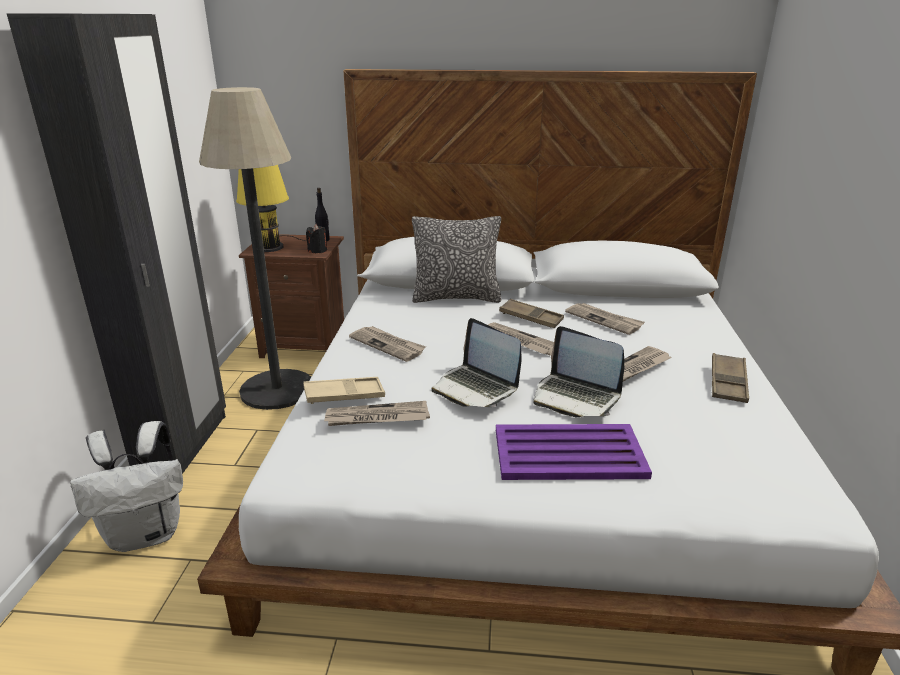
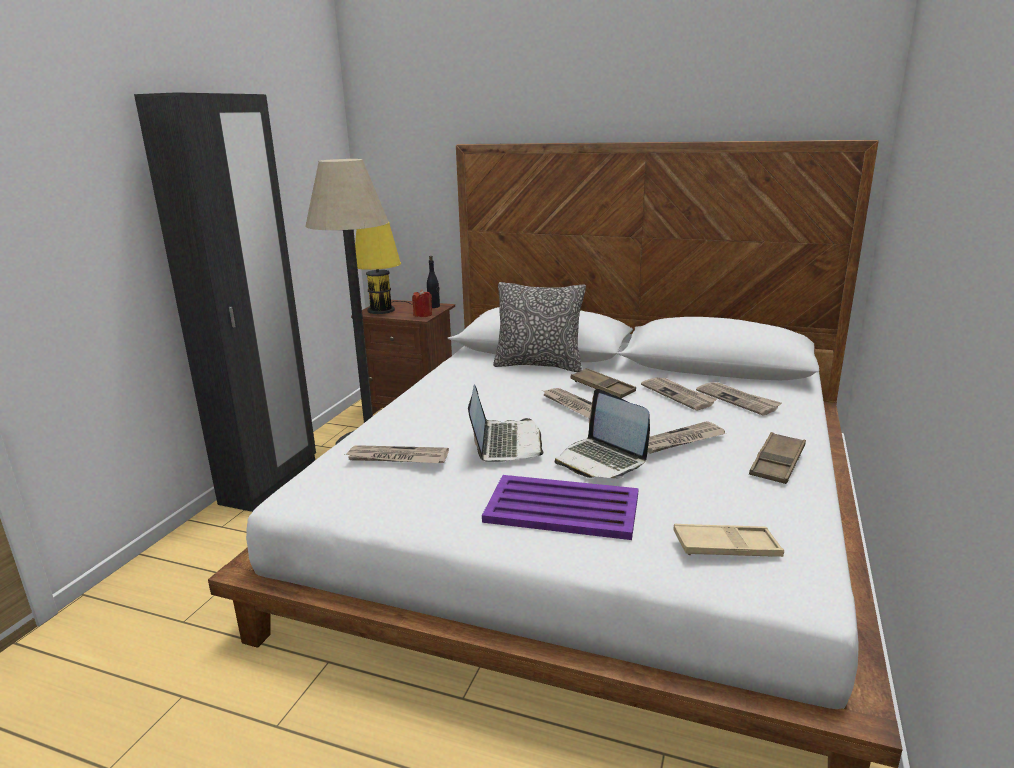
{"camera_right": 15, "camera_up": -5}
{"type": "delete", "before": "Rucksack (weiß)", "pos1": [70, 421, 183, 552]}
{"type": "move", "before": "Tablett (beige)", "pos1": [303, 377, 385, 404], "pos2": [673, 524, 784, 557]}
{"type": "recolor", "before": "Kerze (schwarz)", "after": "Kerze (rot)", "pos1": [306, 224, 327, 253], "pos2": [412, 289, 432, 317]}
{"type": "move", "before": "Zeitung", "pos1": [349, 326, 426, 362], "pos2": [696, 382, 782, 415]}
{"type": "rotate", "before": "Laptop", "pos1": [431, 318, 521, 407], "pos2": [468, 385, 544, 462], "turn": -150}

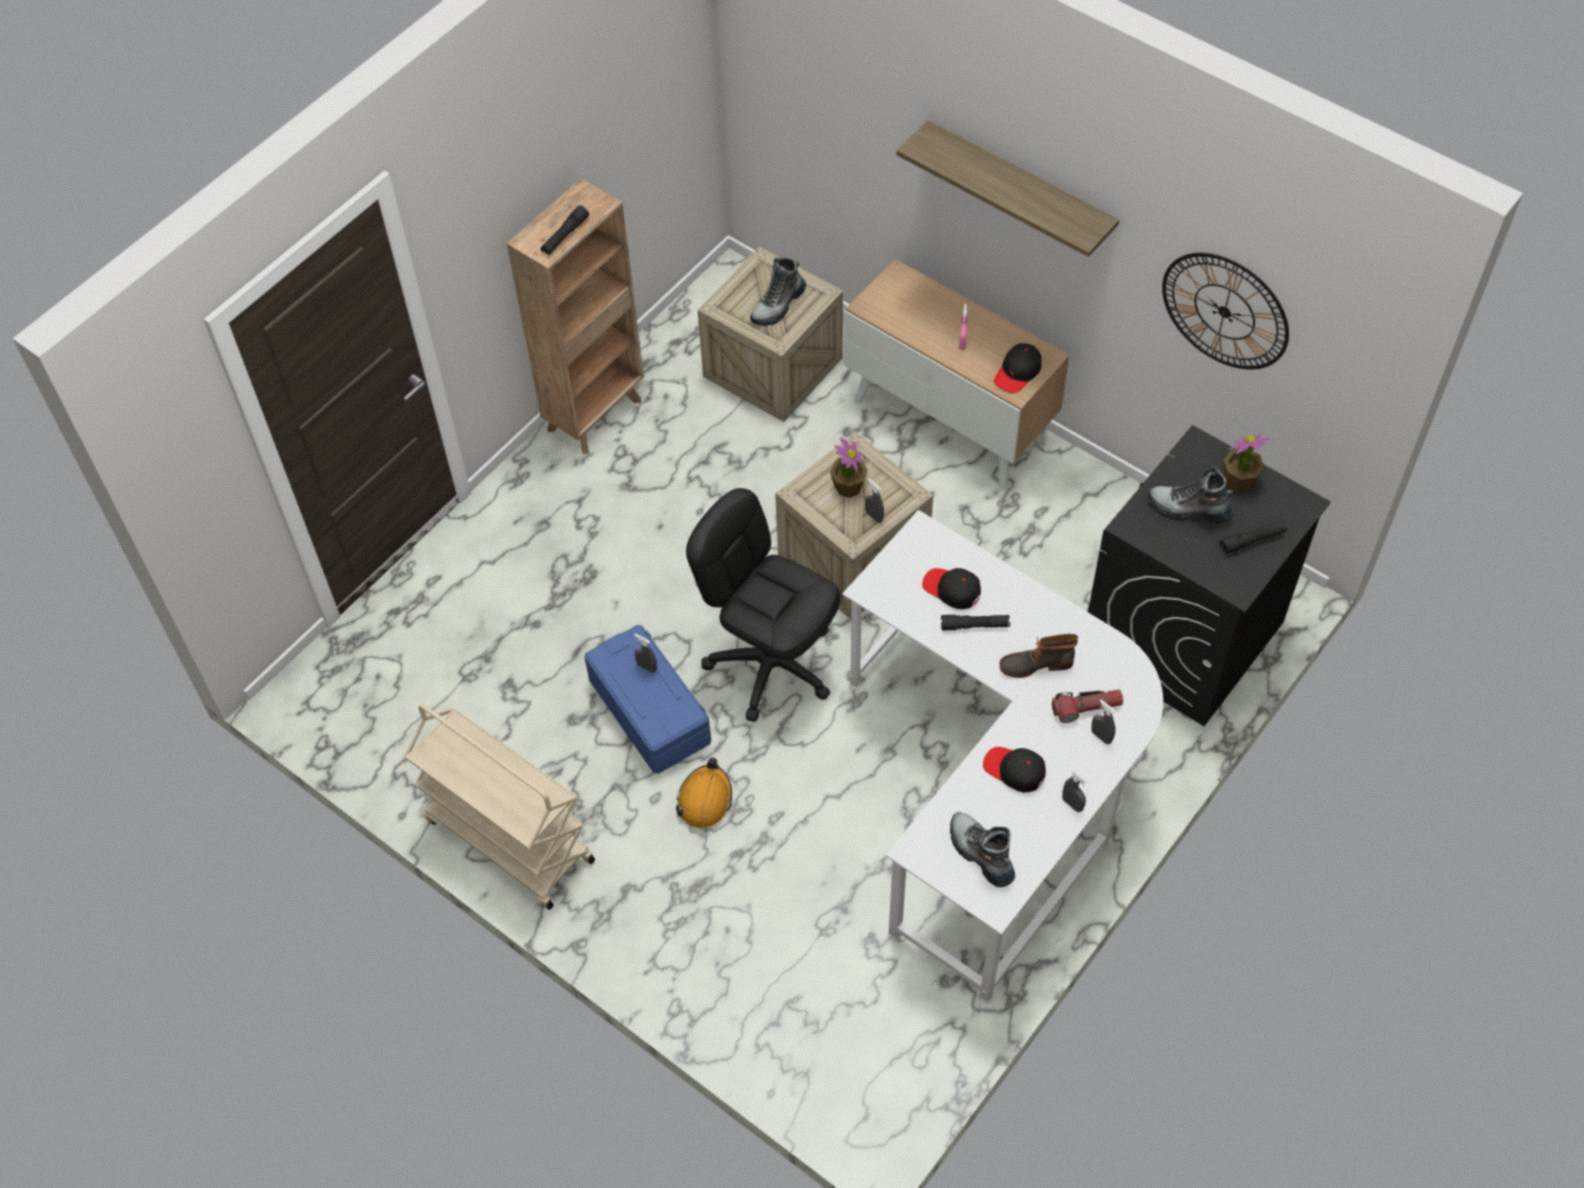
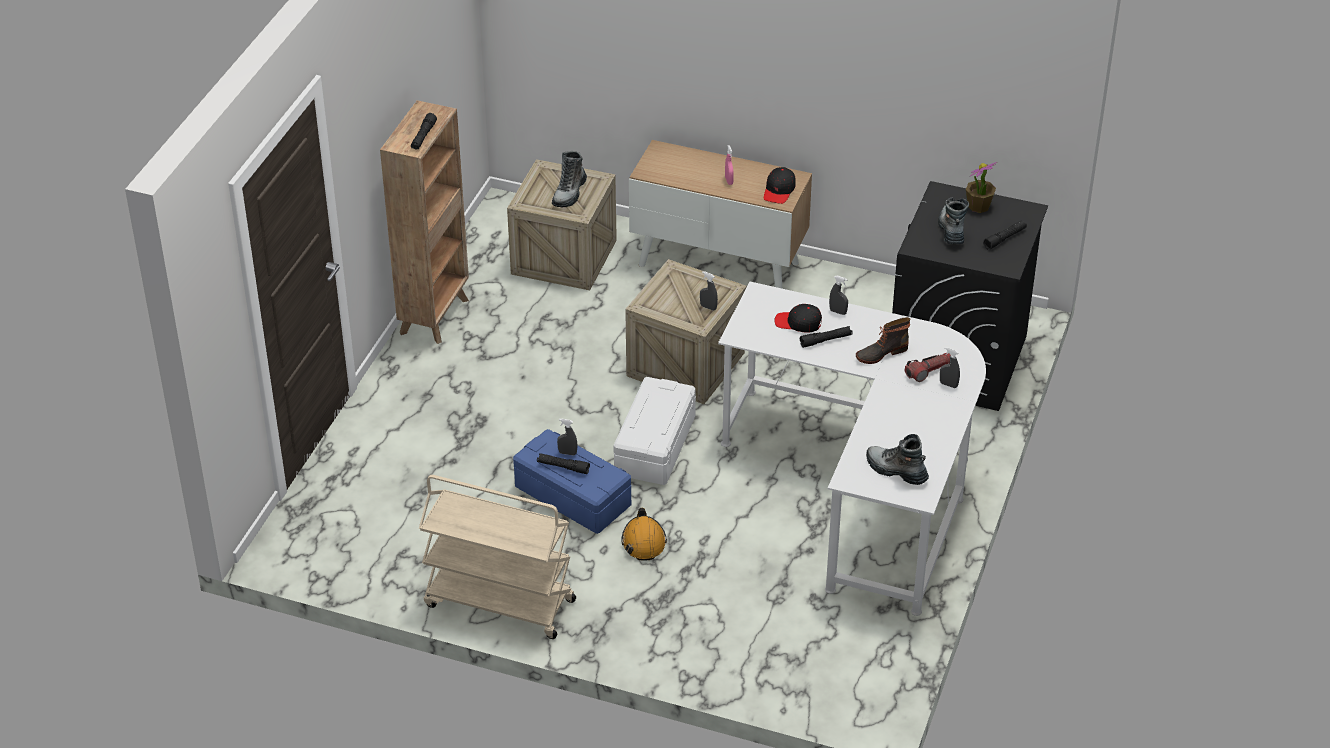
{"camera_right": -20, "camera_up": -15}
{"type": "replace", "before": "Bürostuhl (schwarz)", "after": "Aufbewahrungsbox (weiß)", "pos1": [686, 488, 840, 722], "pos2": [613, 377, 696, 485]}
{"type": "delete", "before": "Topfpflanze", "pos1": [830, 438, 868, 498]}
{"type": "delete", "before": "Wandregal", "pos1": [896, 120, 1119, 257]}
{"type": "delete", "before": "Kappe (schwarz)", "pos1": [983, 747, 1046, 792]}
{"type": "move", "before": "Sprühflasche (grau)", "pos1": [1062, 769, 1087, 812], "pos2": [829, 275, 848, 315]}
{"type": "rotate", "before": "Stiefel", "pos1": [1148, 467, 1233, 524], "pos2": [938, 197, 969, 244], "turn": 90}
{"type": "delete", "before": "Wanduhr", "pos1": [1162, 253, 1289, 369]}
{"type": "insert", "after": "Taschenlampe (schwarz)", "pos2": [537, 453, 590, 474]}

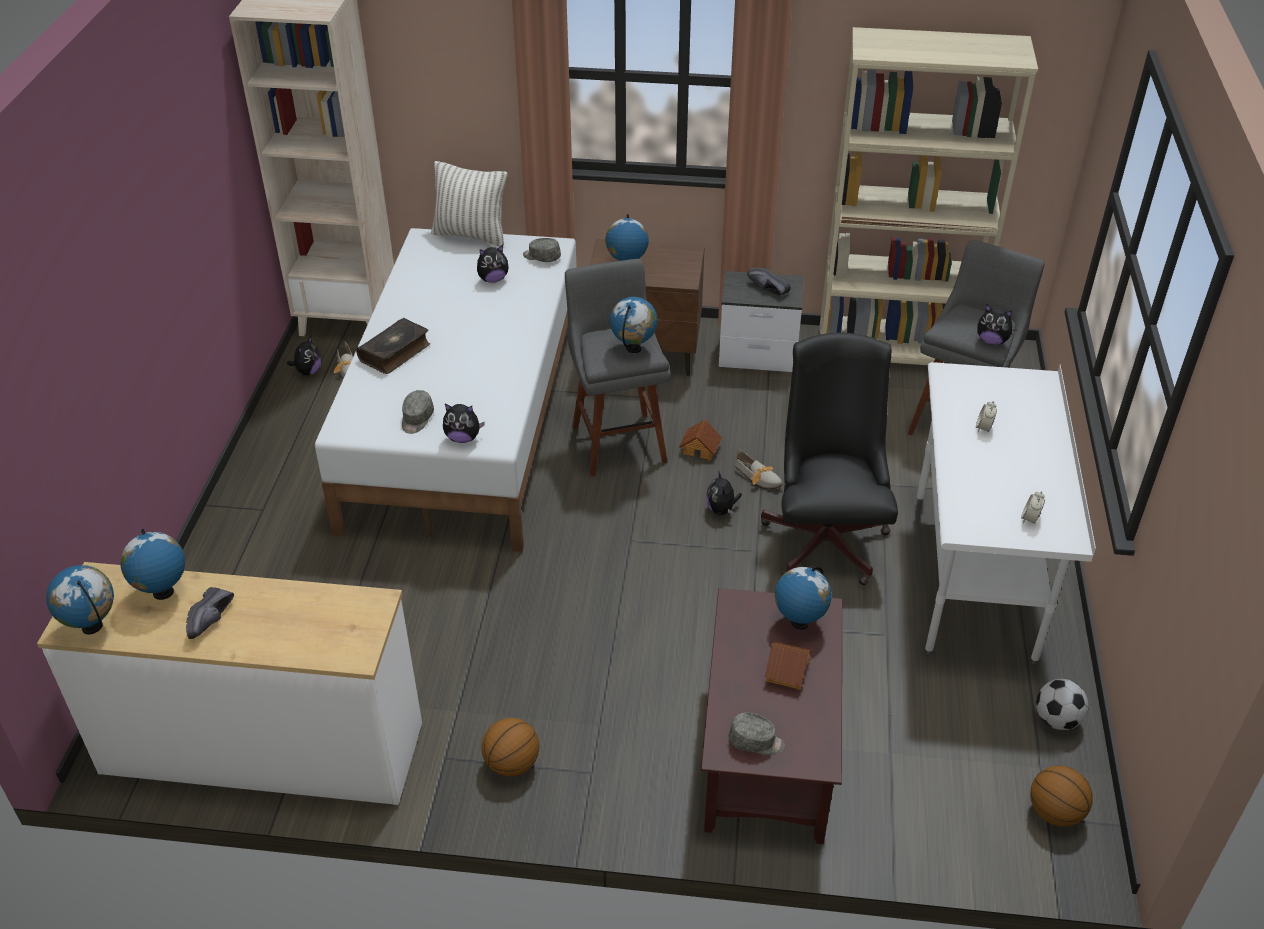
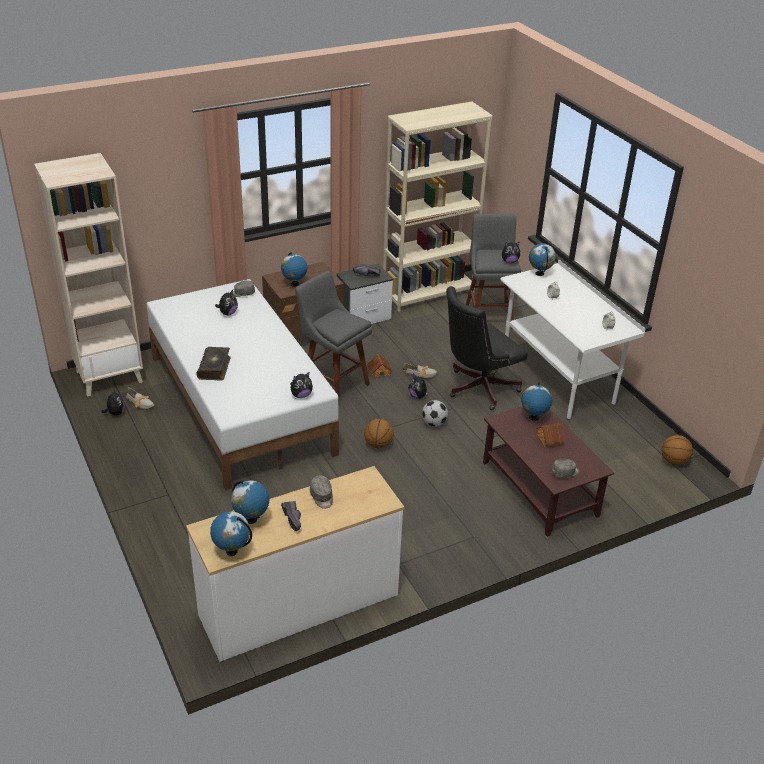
{"camera_right": -35, "camera_up": -5}
{"type": "move", "before": "Kappe (grau)", "pos1": [402, 390, 434, 434], "pos2": [310, 476, 333, 509]}
{"type": "delete", "before": "Kissen", "pos1": [431, 161, 507, 246]}
{"type": "move", "before": "Basketball", "pos1": [482, 718, 539, 777], "pos2": [364, 419, 394, 448]}
{"type": "move", "before": "Globus", "pos1": [610, 297, 658, 353], "pos2": [529, 243, 556, 276]}
{"type": "rotate", "before": "Bürostuhl (schwarz)", "pos1": [761, 332, 898, 585], "pos2": [446, 286, 527, 410], "turn": -90}
{"type": "move", "before": "Fußball", "pos1": [1036, 679, 1088, 730], "pos2": [422, 400, 448, 426]}

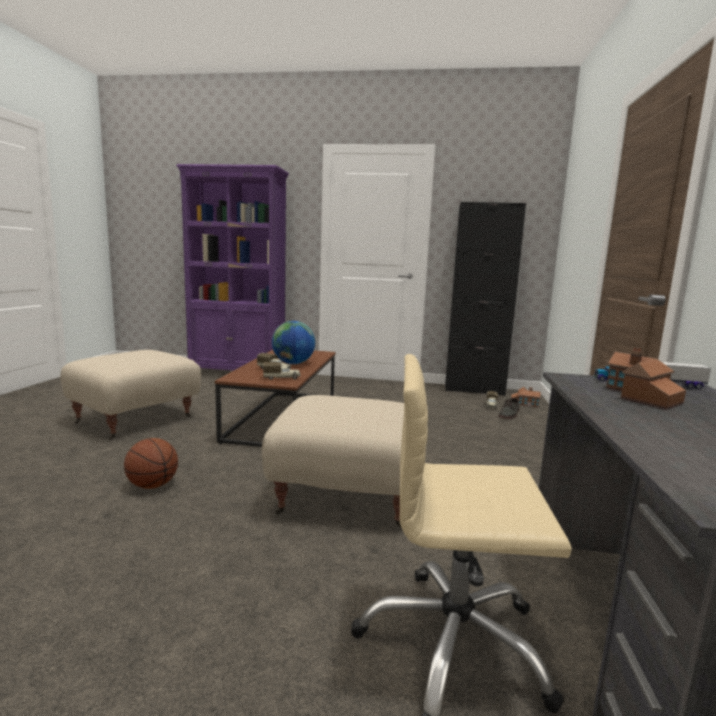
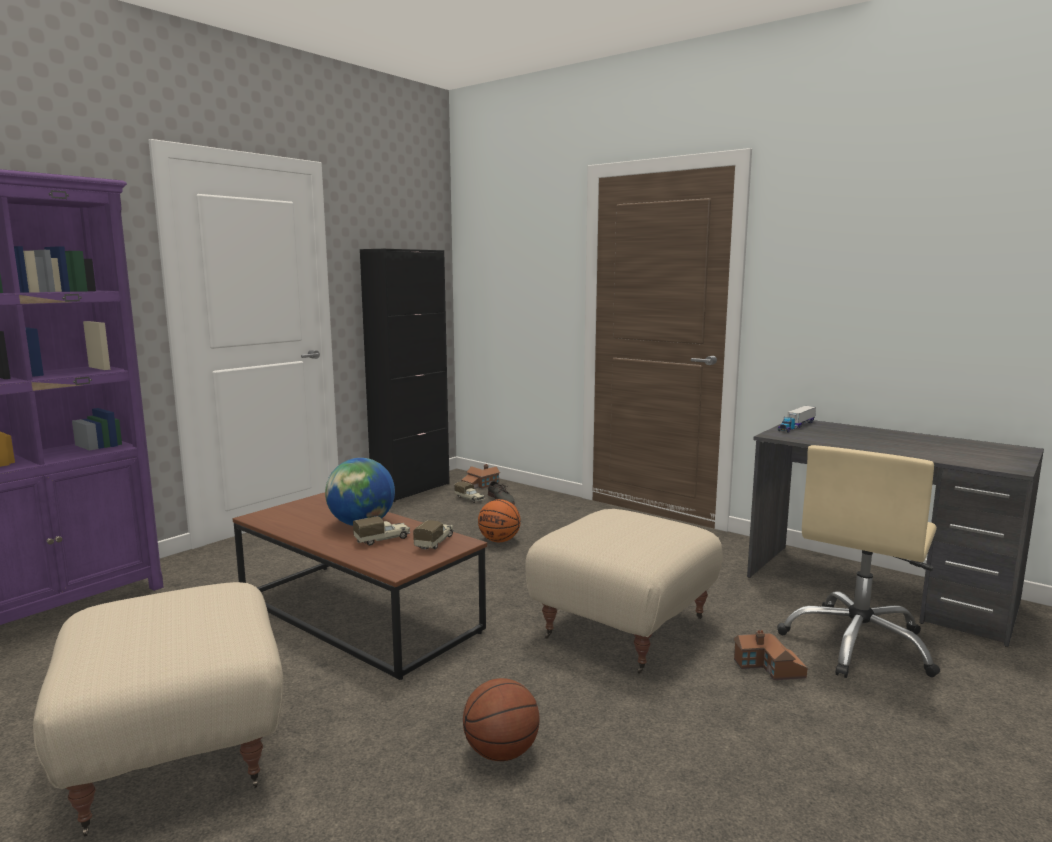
{"camera_right": -60, "camera_up": 0}
{"type": "move", "before": "Spielzeughaus", "pos1": [606, 348, 686, 410], "pos2": [733, 630, 807, 680]}
{"type": "insert", "after": "Basketball", "pos2": [478, 499, 521, 542]}

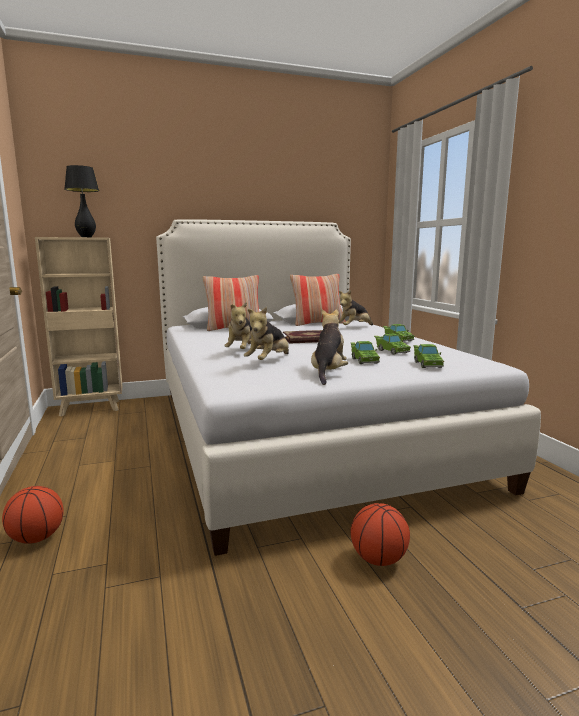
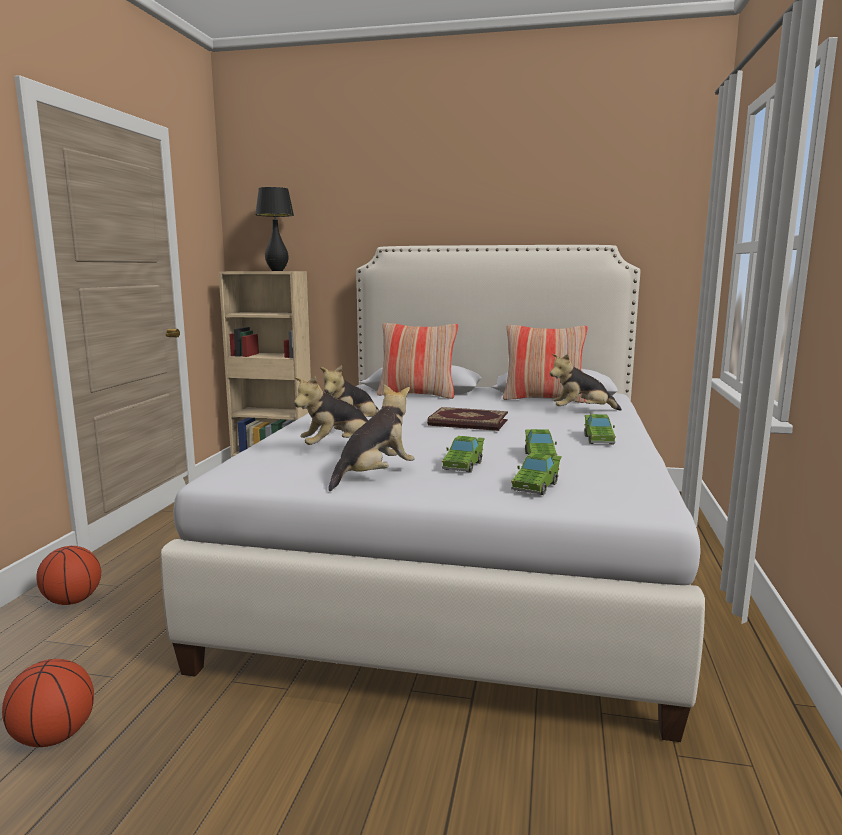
{"camera_right": 30, "camera_up": 0}
{"type": "move", "before": "Basketball", "pos1": [350, 503, 410, 566], "pos2": [2, 659, 94, 747]}

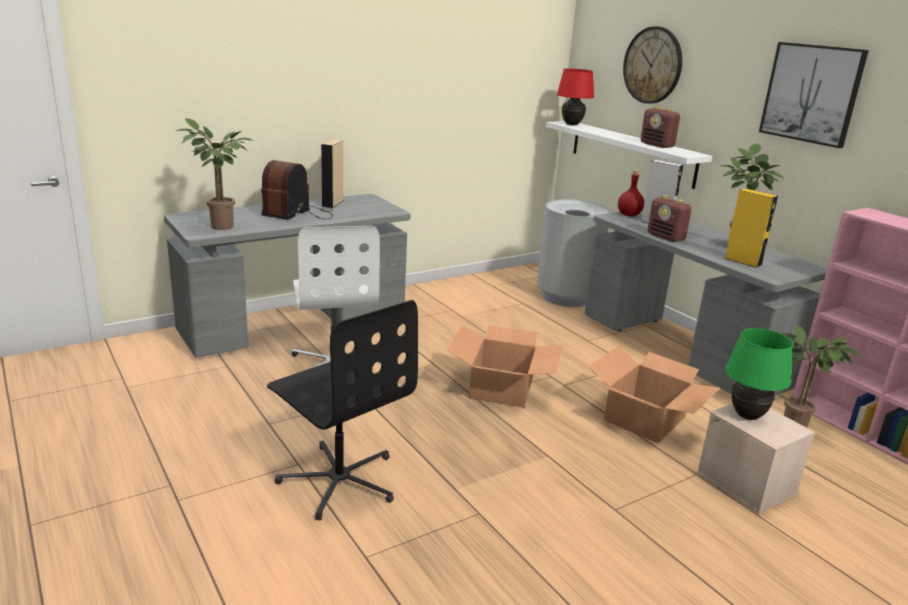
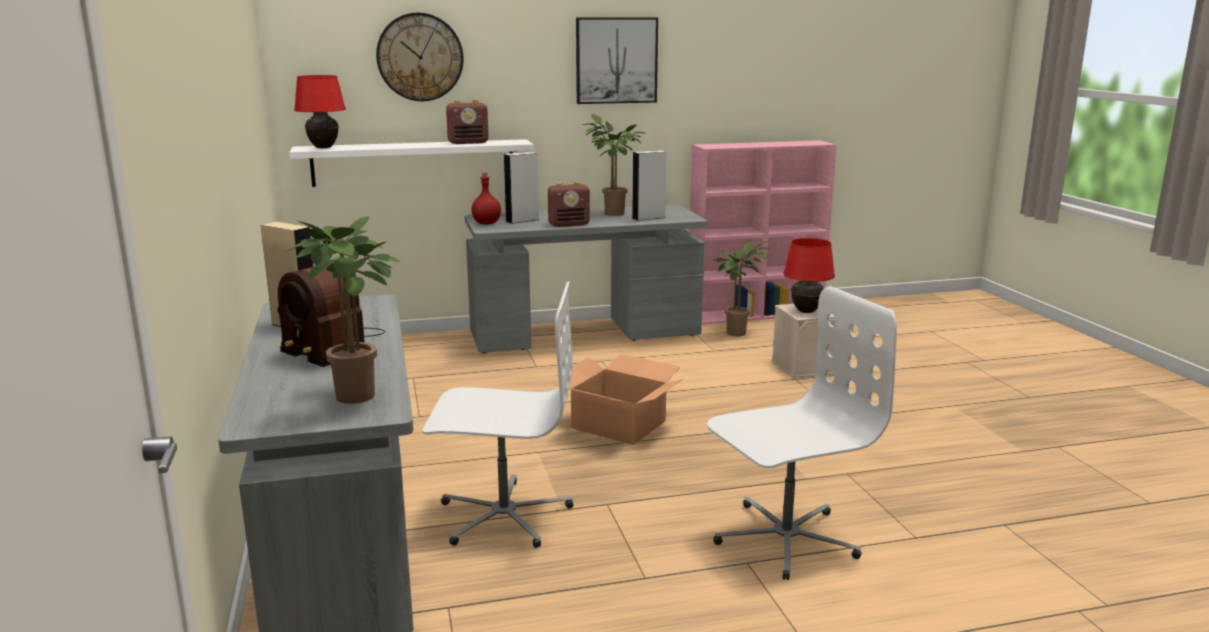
{"camera_right": -70, "camera_up": -5}
{"type": "recolor", "before": "Bürostuhl (schwarz)", "after": "Bürostuhl (weiß)", "pos1": [267, 300, 418, 521], "pos2": [707, 286, 897, 580]}
{"type": "delete", "before": "Mülleimer (grau)", "pos1": [537, 199, 611, 307]}
{"type": "delete", "before": "Karton", "pos1": [588, 346, 720, 443]}
{"type": "recolor", "before": "Lautsprecher (gelb)", "after": "Lautsprecher (grau)", "pos1": [724, 189, 778, 268], "pos2": [632, 150, 666, 221]}
{"type": "recolor", "before": "Tischlampe (grün)", "after": "Tischlampe (rot)", "pos1": [725, 328, 793, 420], "pos2": [783, 238, 835, 313]}

